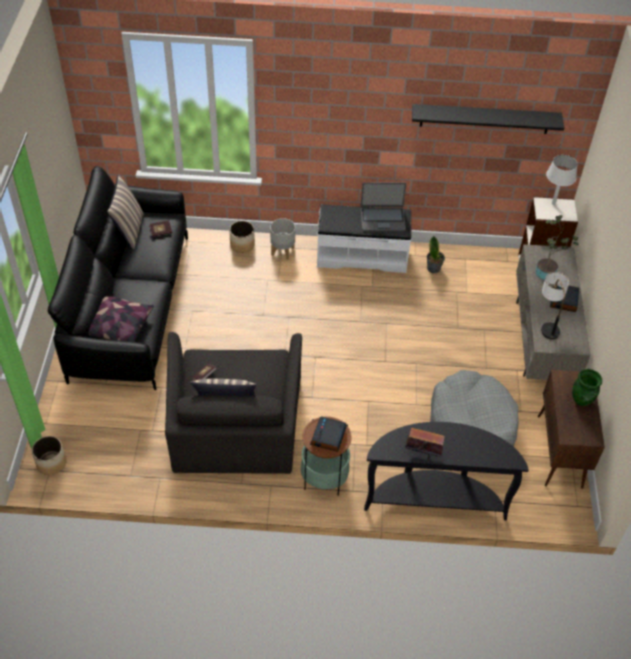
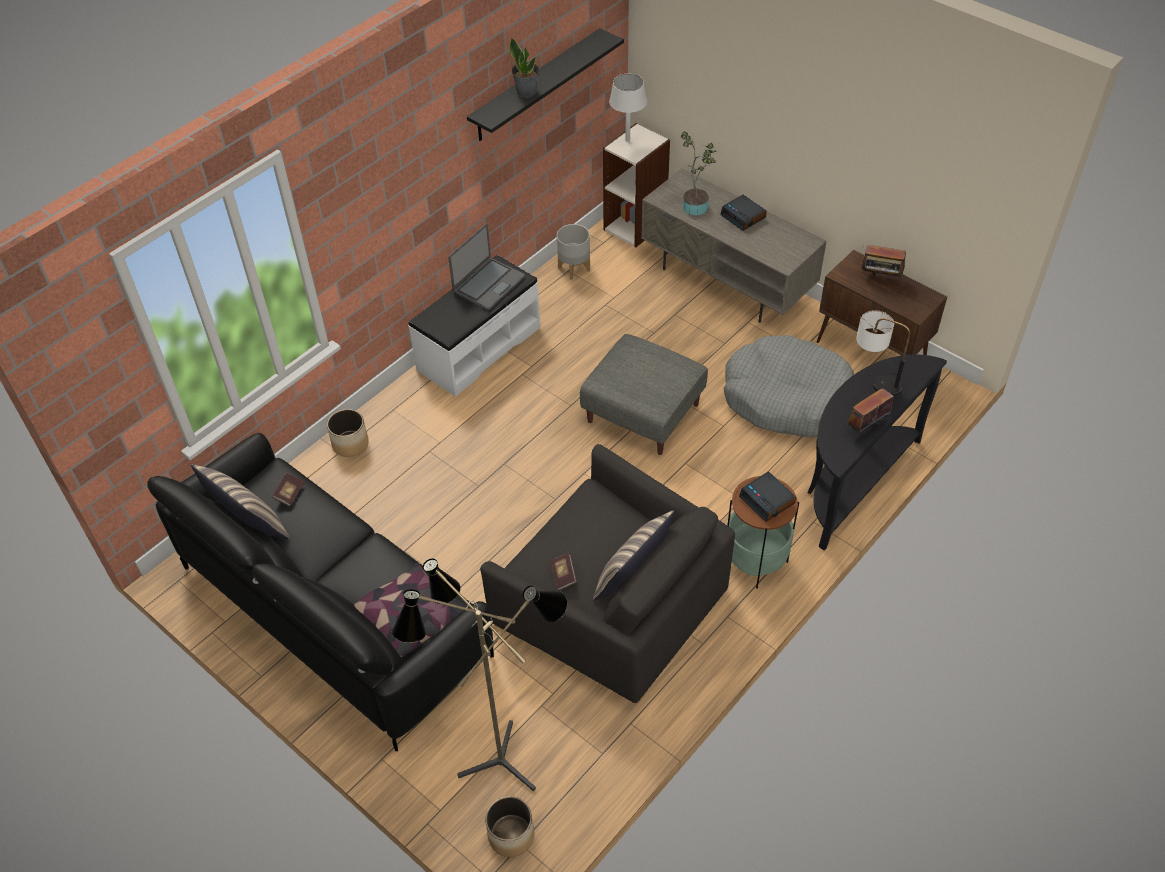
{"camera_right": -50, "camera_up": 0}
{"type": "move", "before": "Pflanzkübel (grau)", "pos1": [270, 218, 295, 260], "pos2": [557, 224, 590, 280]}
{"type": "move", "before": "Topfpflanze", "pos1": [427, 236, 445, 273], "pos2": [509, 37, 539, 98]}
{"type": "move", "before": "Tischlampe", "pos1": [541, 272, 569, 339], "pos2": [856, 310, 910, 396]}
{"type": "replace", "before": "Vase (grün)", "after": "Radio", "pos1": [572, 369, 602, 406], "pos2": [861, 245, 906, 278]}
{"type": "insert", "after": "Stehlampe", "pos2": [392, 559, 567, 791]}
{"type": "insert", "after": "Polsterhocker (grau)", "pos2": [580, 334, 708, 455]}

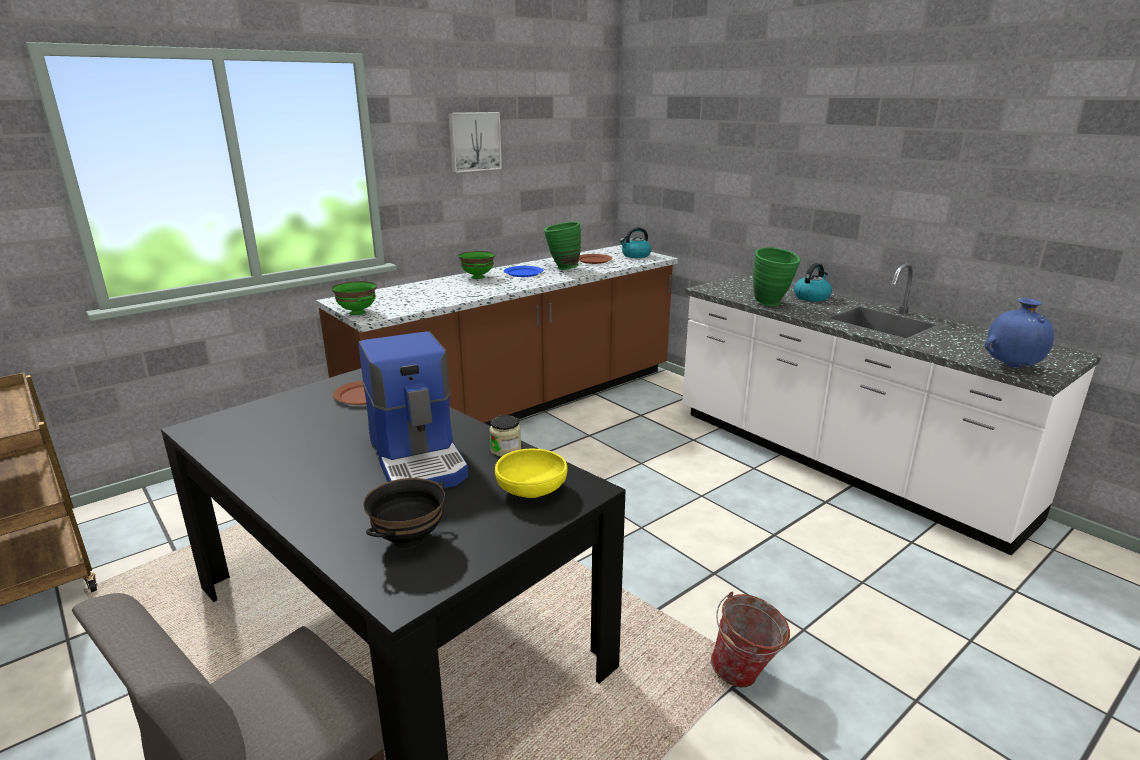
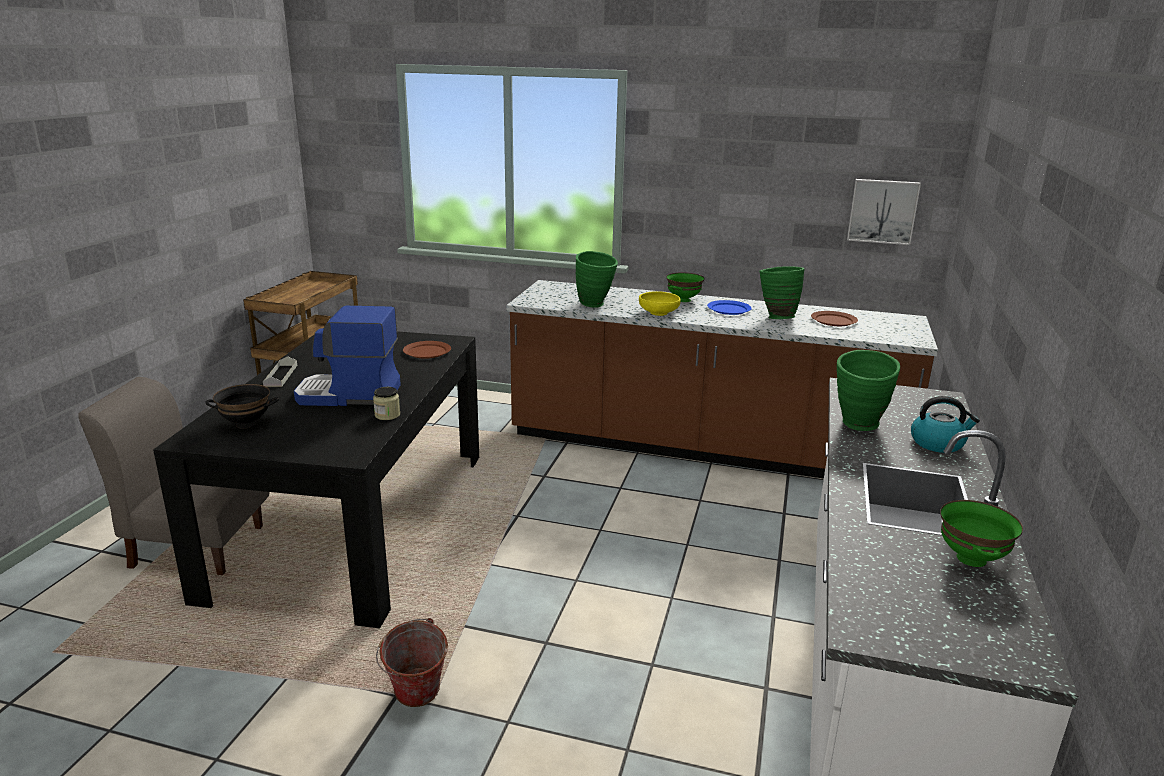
{"camera_right": 55, "camera_up": 0}
{"type": "move", "before": "Schüssel (grün)", "pos1": [332, 281, 377, 315], "pos2": [940, 500, 1023, 567]}
{"type": "rotate", "before": "Kaffeemaschine", "pos1": [359, 331, 468, 488], "pos2": [294, 305, 401, 406], "turn": 60}
{"type": "move", "before": "Bild", "pos1": [448, 112, 502, 173], "pos2": [847, 179, 921, 245]}
{"type": "move", "before": "Schüssel (gelb)", "pos1": [495, 449, 567, 498], "pos2": [639, 291, 681, 316]}
{"type": "delete", "before": "Wasserkessel", "pos1": [620, 227, 651, 258]}
{"type": "delete", "before": "Vase (blau)", "pos1": [985, 298, 1054, 368]}
{"type": "insert", "after": "Tablett (grau)", "pos2": [263, 356, 297, 387]}
{"type": "insert", "after": "Vase (grün)", "pos2": [576, 251, 618, 308]}

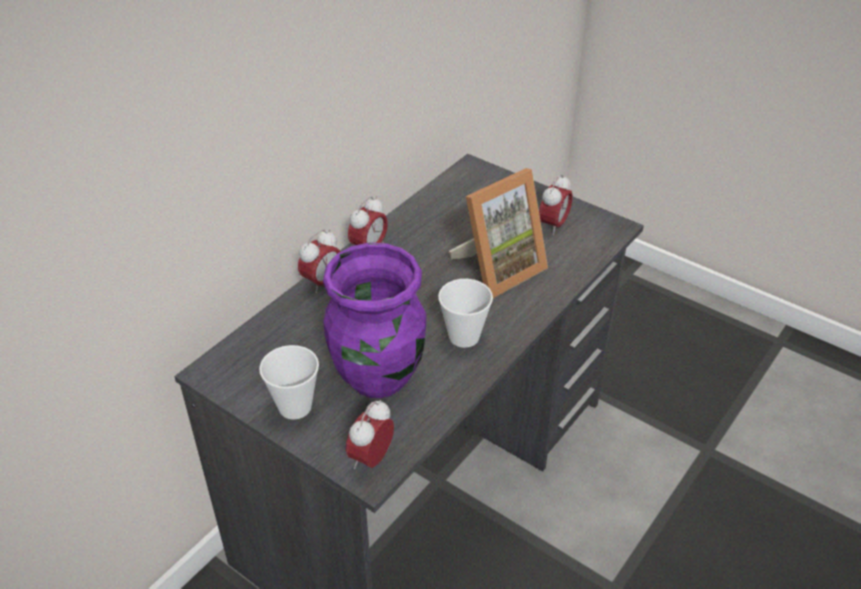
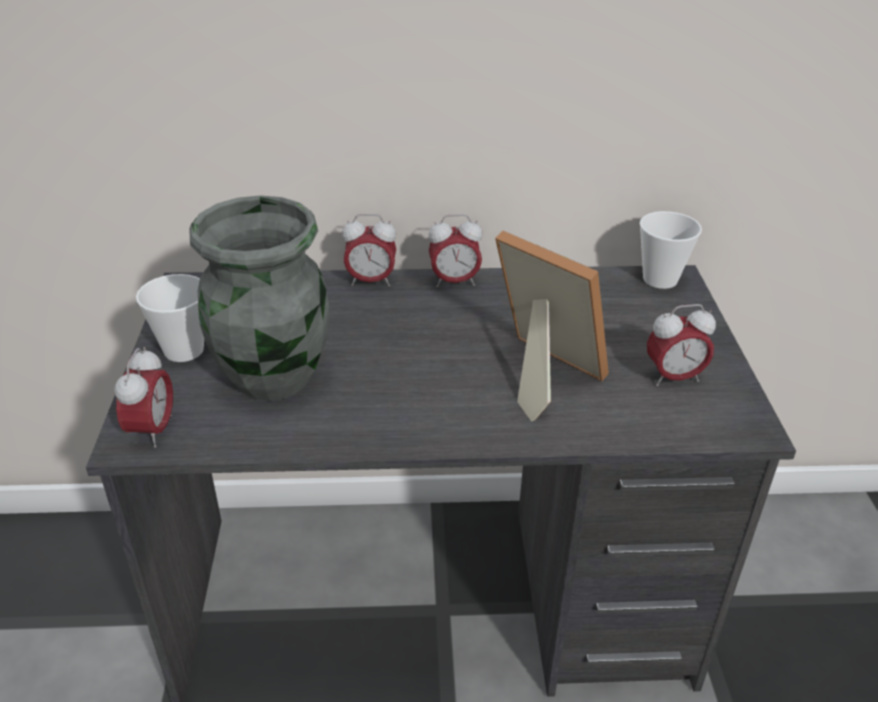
{"camera_right": 50, "camera_up": -5}
{"type": "recolor", "before": "Vase (lila)", "after": "Vase (grau)", "pos1": [323, 243, 426, 398], "pos2": [189, 195, 330, 401]}
{"type": "rotate", "before": "Wecker", "pos1": [346, 400, 394, 469], "pos2": [114, 347, 173, 448], "turn": 105}
{"type": "move", "before": "Tasse", "pos1": [438, 279, 493, 348], "pos2": [639, 211, 702, 289]}
{"type": "rotate", "before": "Bilderrahmen", "pos1": [449, 168, 548, 298], "pos2": [495, 230, 609, 422], "turn": -150}

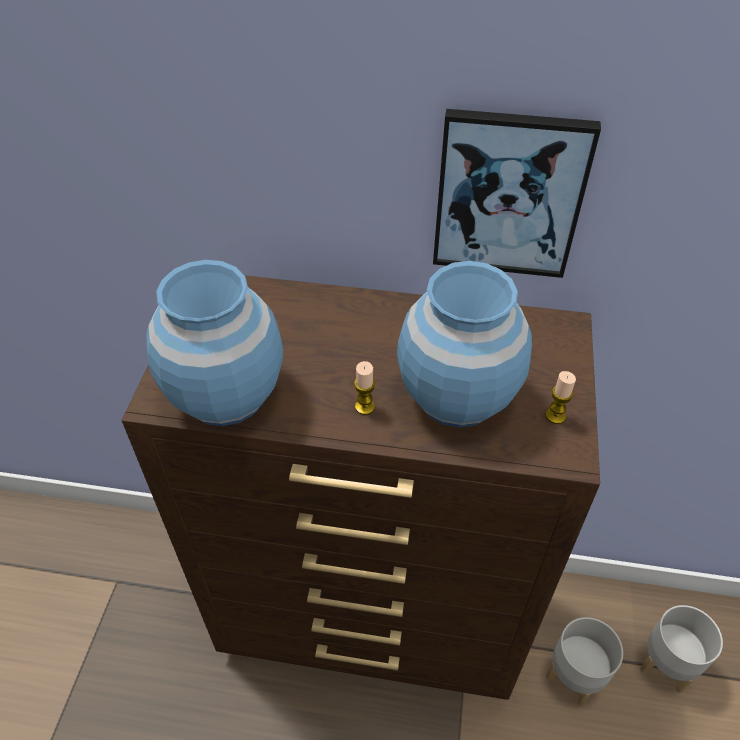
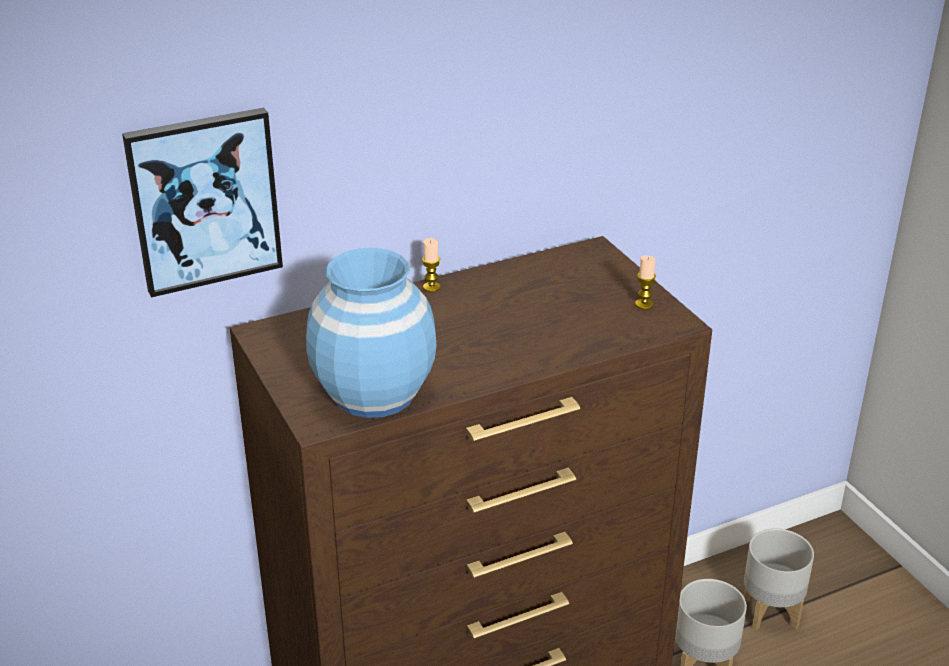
{"camera_right": -35, "camera_up": -15}
{"type": "move", "before": "Kerze", "pos1": [354, 361, 375, 415], "pos2": [422, 238, 441, 292]}
{"type": "delete", "before": "Vase (blau)", "pos1": [397, 261, 532, 427]}
{"type": "move", "before": "Bild", "pos1": [433, 109, 601, 278], "pos2": [122, 108, 283, 297]}

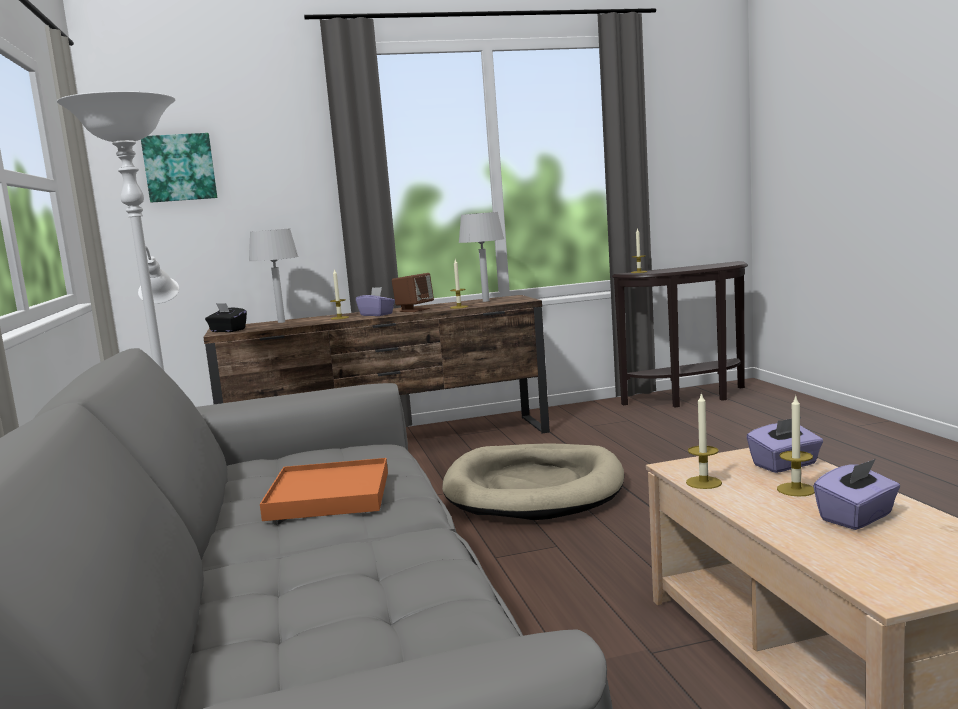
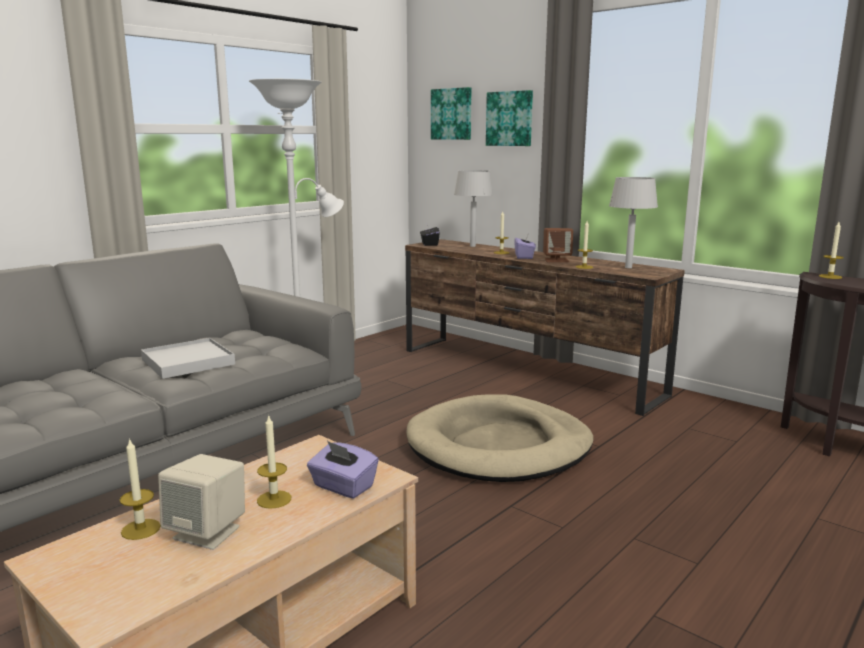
{"camera_right": 55, "camera_up": 5}
{"type": "recolor", "before": "Tablett (orange)", "after": "Tablett (weiß)", "pos1": [260, 458, 388, 521], "pos2": [141, 338, 235, 379]}
{"type": "move", "before": "Kerze", "pos1": [686, 392, 722, 489], "pos2": [120, 438, 161, 540]}
{"type": "replace", "before": "Taschentuchbox (lila)", "after": "Lautsprecher (beige)", "pos1": [813, 459, 900, 530], "pos2": [158, 454, 245, 550]}
{"type": "insert", "after": "Bild", "pos2": [486, 90, 533, 146]}

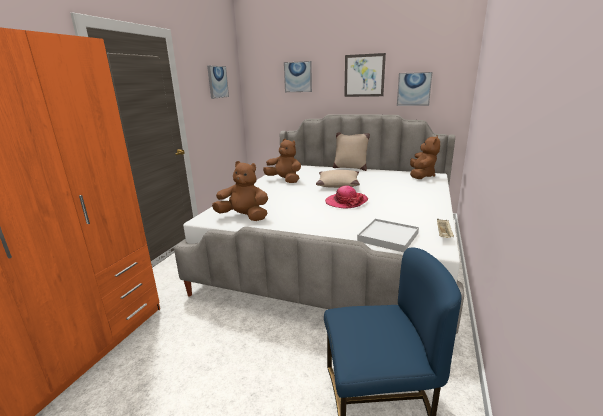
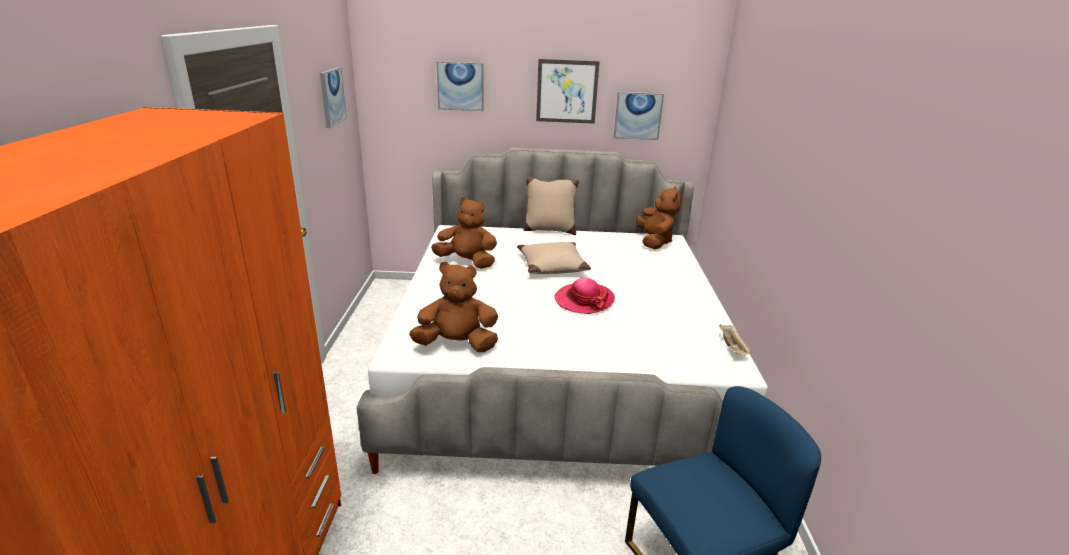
{"camera_right": -20, "camera_up": 5}
{"type": "delete", "before": "Tablett (weiß)", "pos1": [357, 219, 419, 252]}

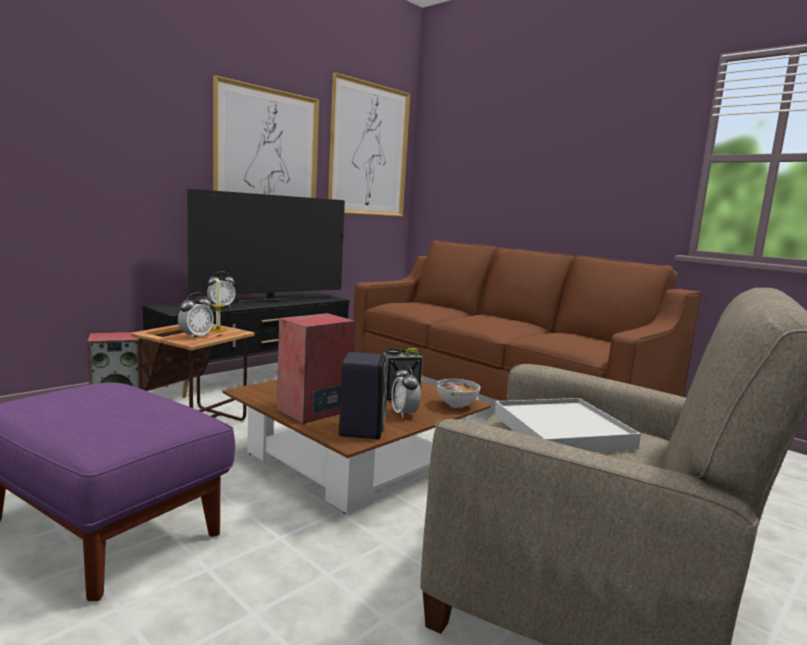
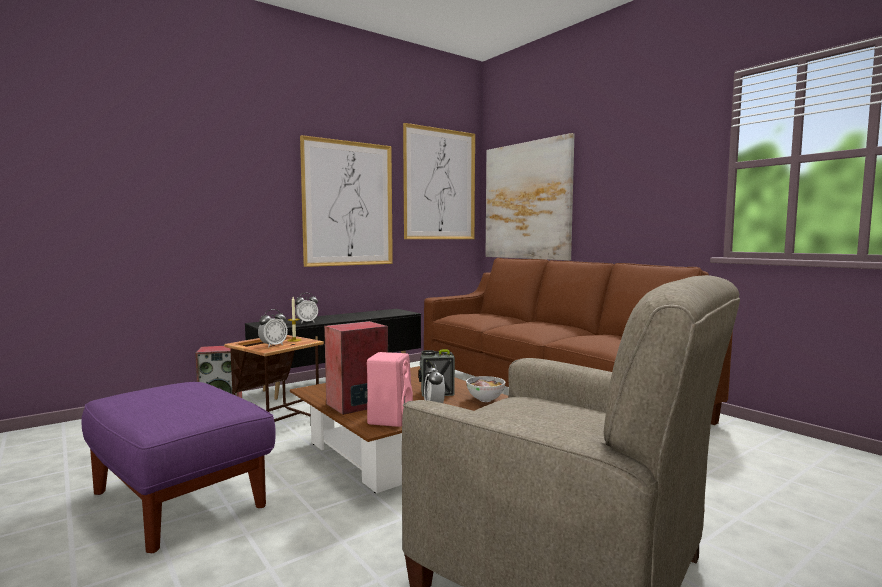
{"camera_right": 10, "camera_up": -5}
{"type": "delete", "before": "Fernseher", "pos1": [187, 189, 345, 303]}
{"type": "recolor", "before": "Lautsprecher (schwarz)", "after": "Lautsprecher (rosa)", "pos1": [339, 352, 387, 439], "pos2": [367, 352, 413, 427]}
{"type": "delete", "before": "Tablett (weiß)", "pos1": [494, 398, 641, 452]}
{"type": "insert", "after": "Bild", "pos2": [486, 133, 574, 260]}

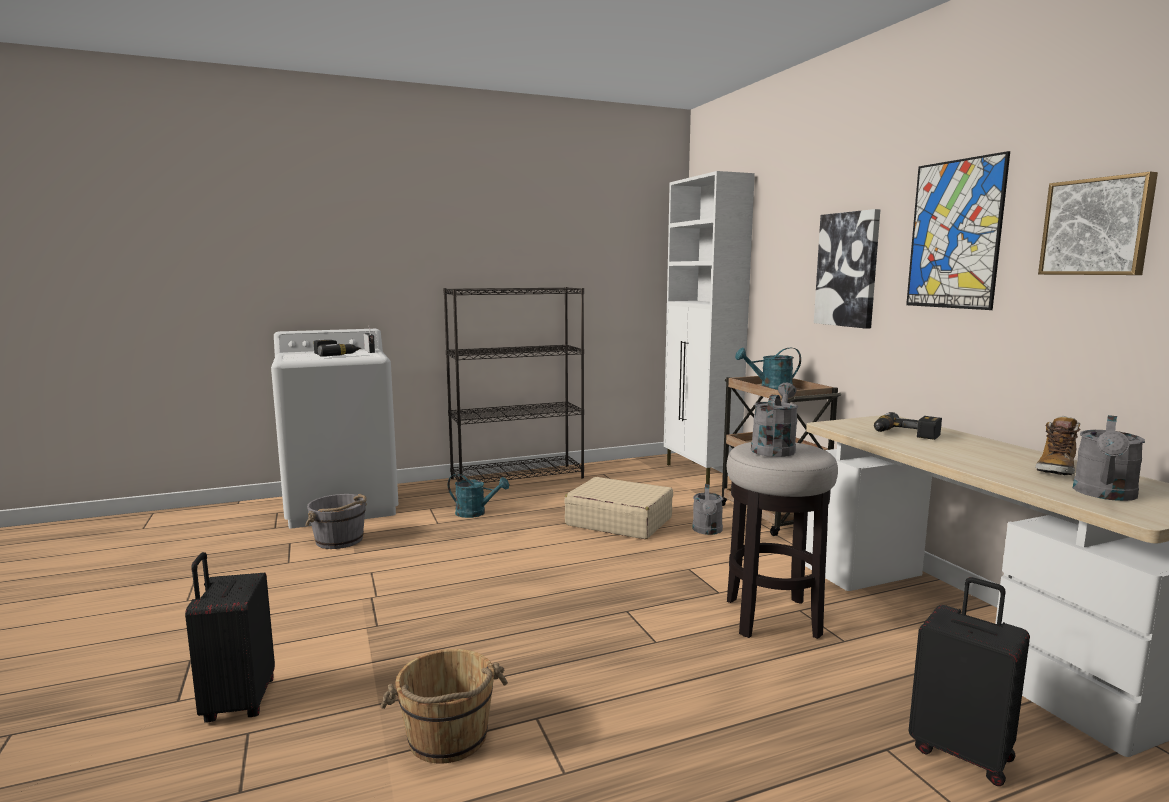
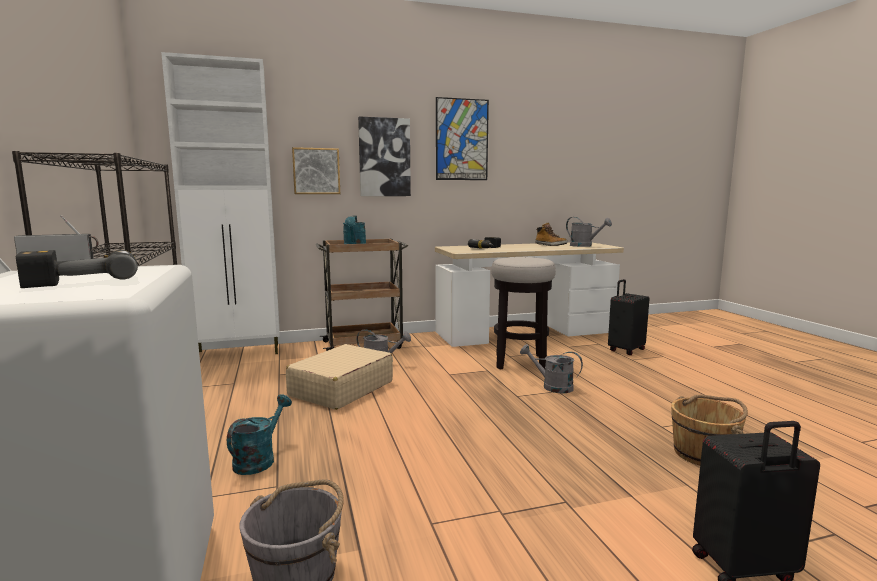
{"camera_right": -85, "camera_up": 0}
{"type": "move", "before": "Gießkanne (grau)", "pos1": [751, 383, 798, 457], "pos2": [520, 344, 583, 393]}
{"type": "move", "before": "Bild", "pos1": [1038, 172, 1158, 275], "pos2": [292, 147, 340, 194]}

